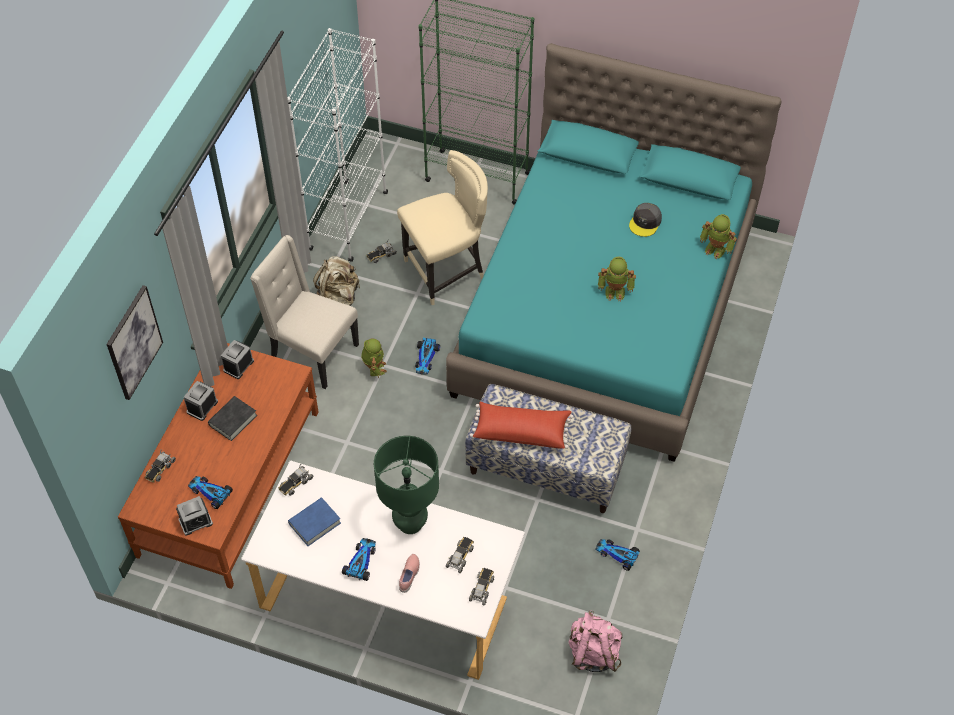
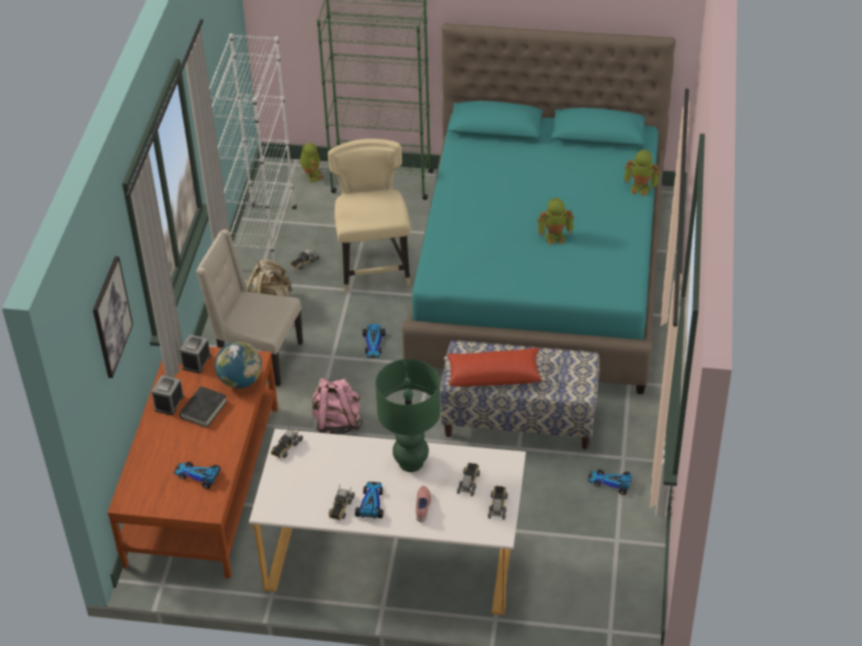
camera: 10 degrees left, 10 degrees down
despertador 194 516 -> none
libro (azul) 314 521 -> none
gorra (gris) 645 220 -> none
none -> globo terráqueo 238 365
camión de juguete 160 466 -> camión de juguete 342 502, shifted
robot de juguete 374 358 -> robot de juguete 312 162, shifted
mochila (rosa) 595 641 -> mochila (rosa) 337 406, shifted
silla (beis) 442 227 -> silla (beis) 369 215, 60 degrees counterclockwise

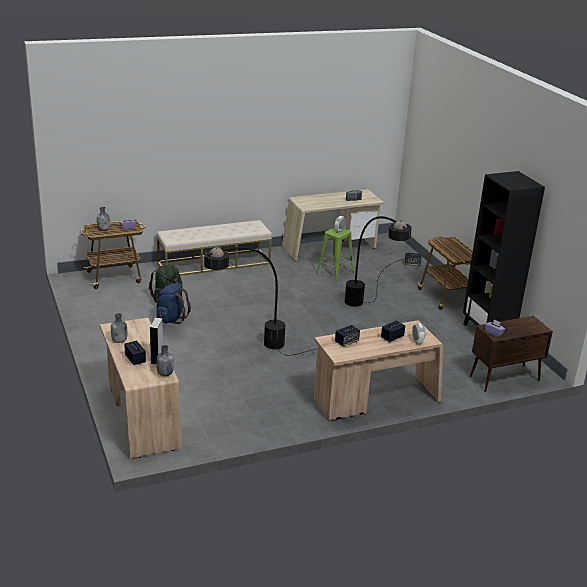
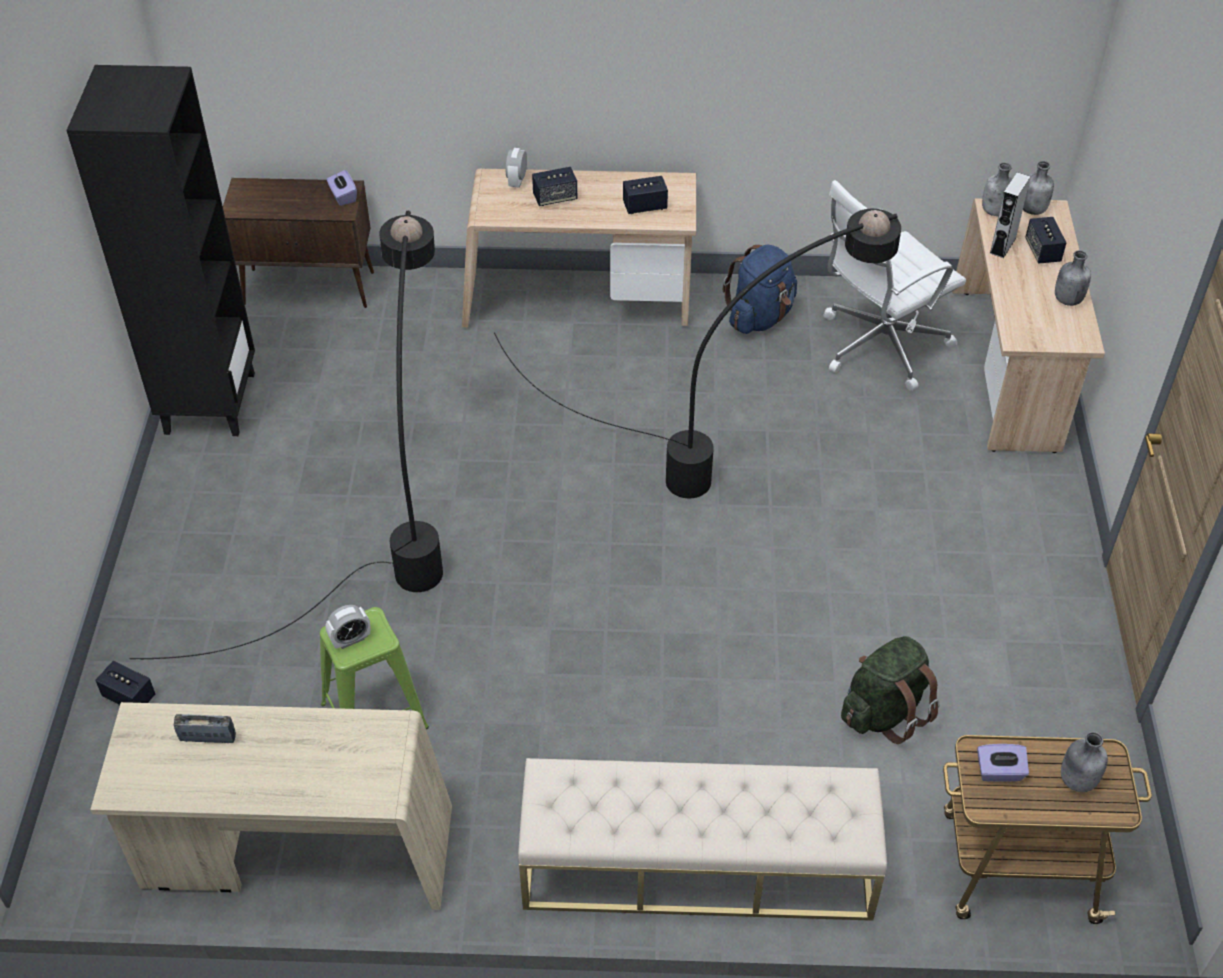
camera: 155 degrees left, 20 degrees up
carrito 445 273 -> none
none -> silla de oficina (blanco) 895 285
none -> botella (gris) 1038 188
mochila (azul) 173 303 -> mochila (azul) 760 289, shifted

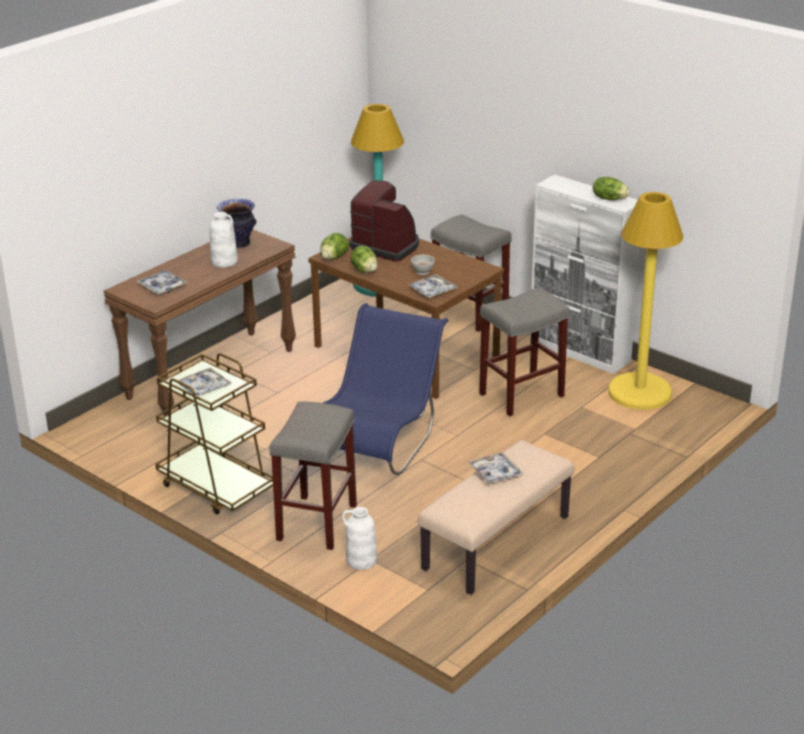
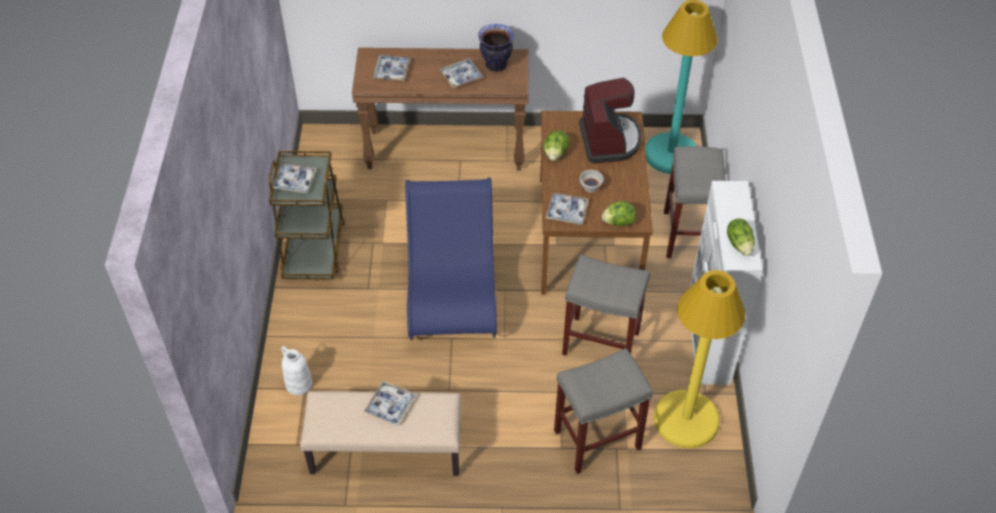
camera: 50 degrees right, 20 degrees up
taburete (gris) 313 475 -> taburete (gris) 603 411, shifted
lechuga 334 246 -> lechuga 619 213, shifted
florero (blanco) 224 240 -> bandeja 461 73
silla (azul) 386 389 -> silla (azul) 451 259, 75 degrees counterclockwise

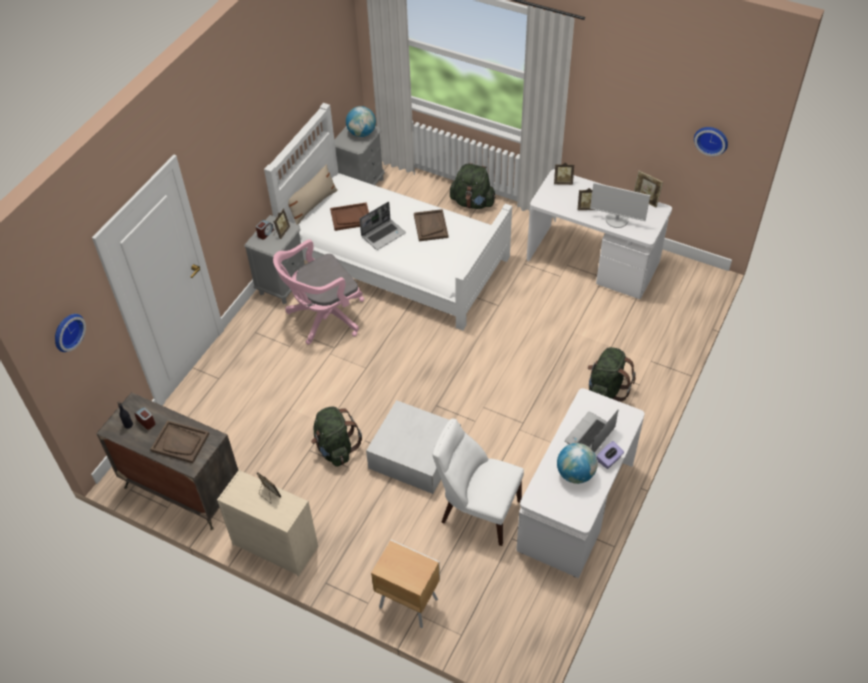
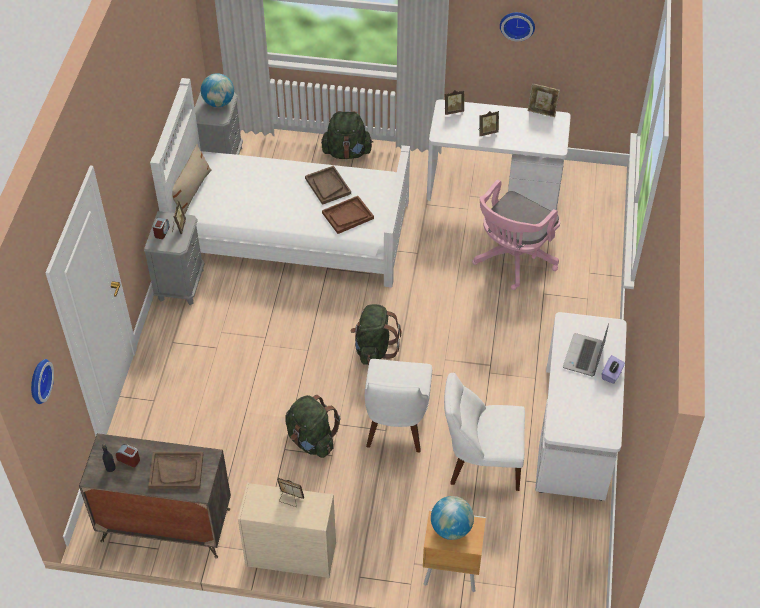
camera: 20 degrees left, 0 degrees up
portátil 383 226 -> none
monitor 620 205 -> none
silla de oficina (rosa) 318 292 -> silla de oficina (rosa) 516 234, shifted
bandeja (marrón) 349 216 -> bandeja (marrón) 348 215, shifted
globo terráqueo 577 463 -> globo terráqueo 452 518, shifted
mochila (verde) 612 374 -> mochila (verde) 375 334, shifted
reloj de pared 711 141 -> reloj de pared 517 26, shifted
caja de almacenaje (blanco) 413 447 -> silla (blanco) 398 405

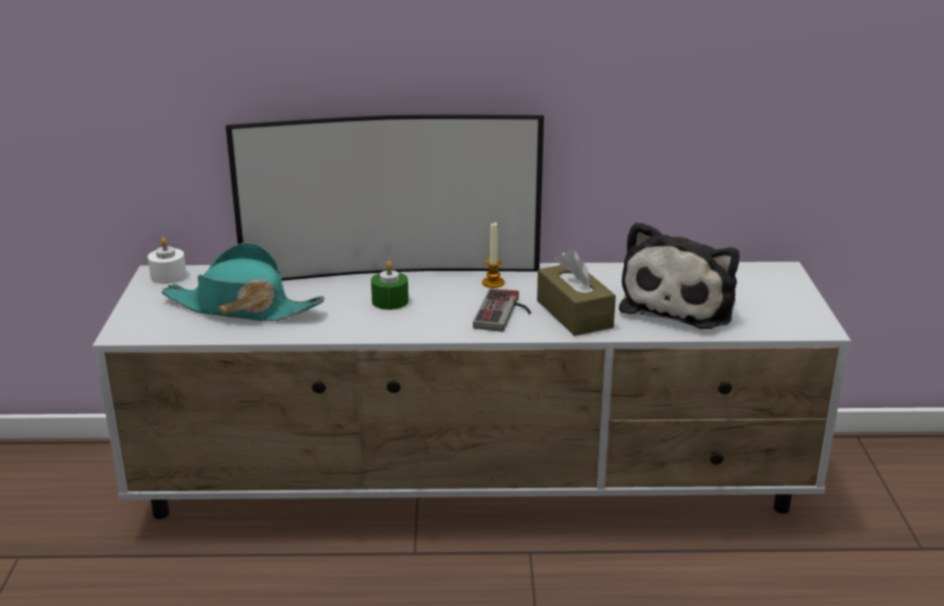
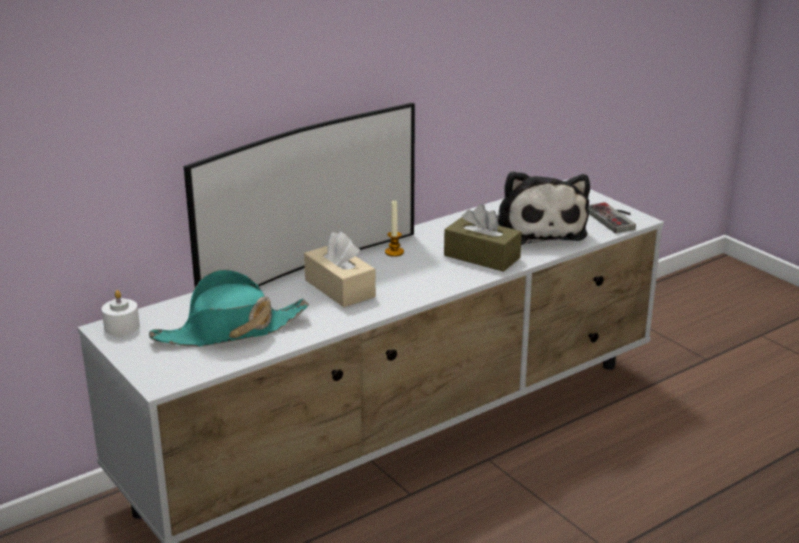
camera: 35 degrees left, 0 degrees up
mando de consola 502 310 -> mando de consola 612 217, shifted
vela (verde) 390 285 -> caja de pañuelos (beis) 340 269

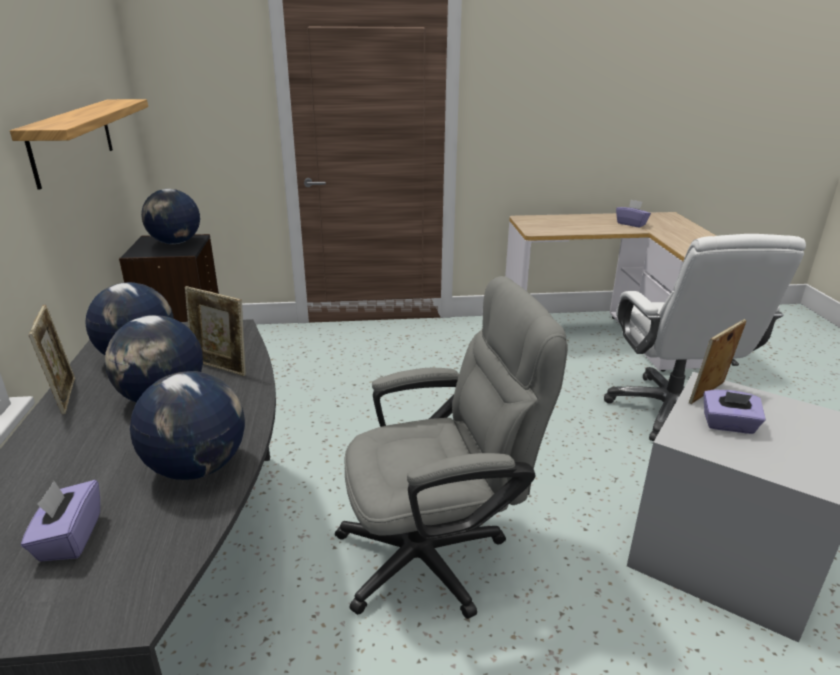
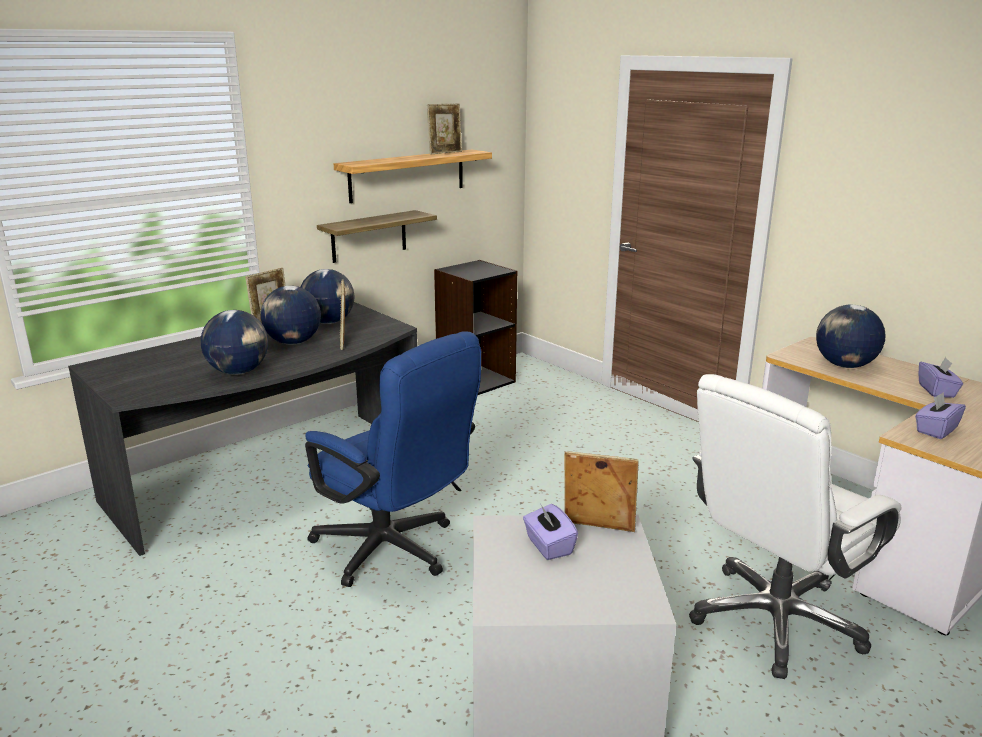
camera: 55 degrees right, 5 degrees down
none -> estante 377 236
none -> portarretratos 444 129
caja de pañuelos (morado) 60 520 -> caja de pañuelos (morado) 940 415, shifted
globo terráqueo 170 216 -> globo terráqueo 851 336, shifted
silla de oficina (gris) 451 447 -> silla de oficina (azul) 393 459

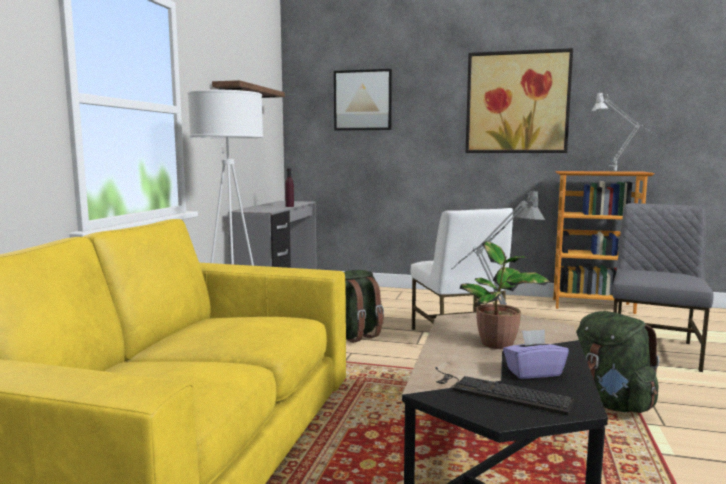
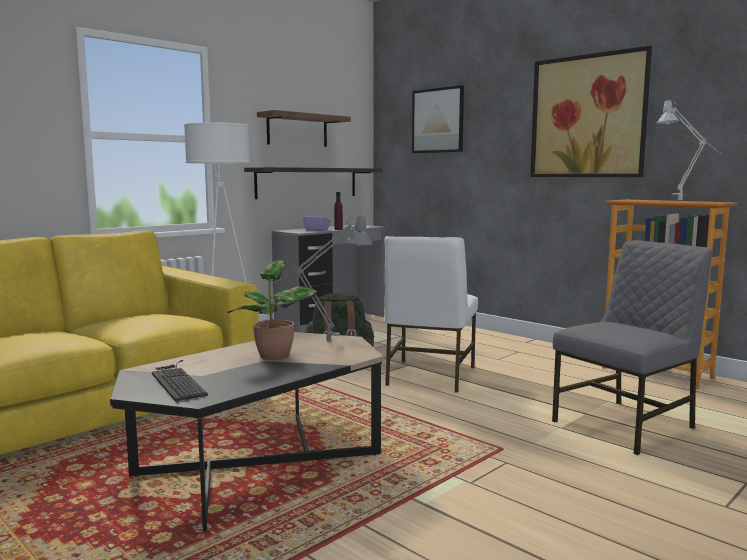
camera: 30 degrees right, 0 degrees up
mochila (verde) 618 362 -> none
none -> estante 313 183
caja de pañuelos (morado) 536 354 -> caja de pañuelos (morado) 316 221, shifted

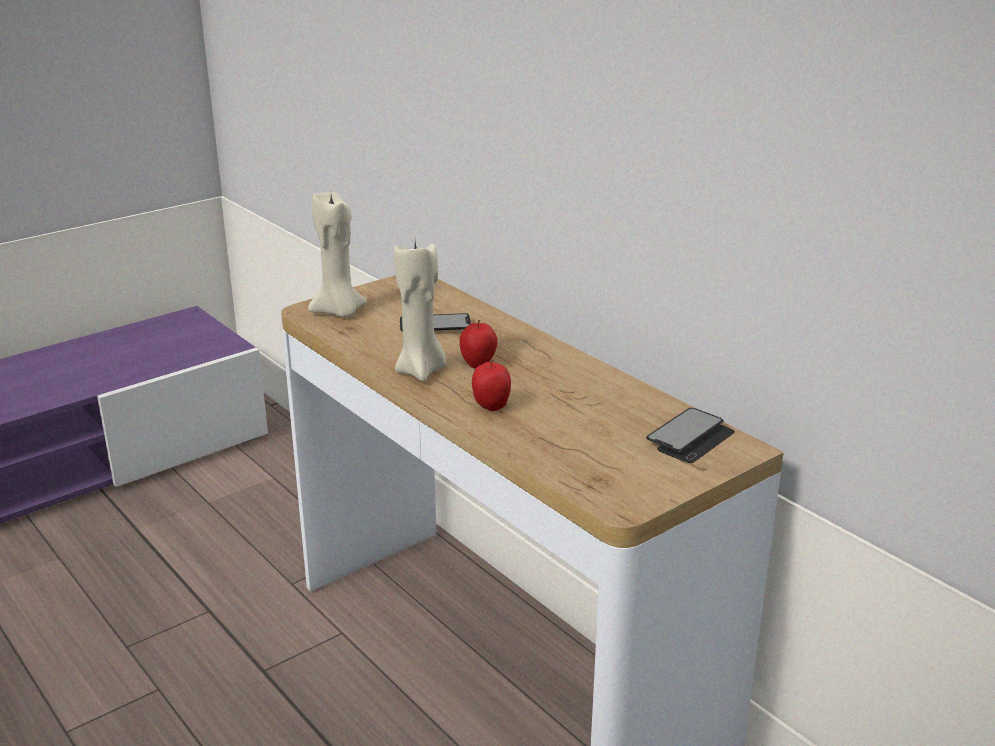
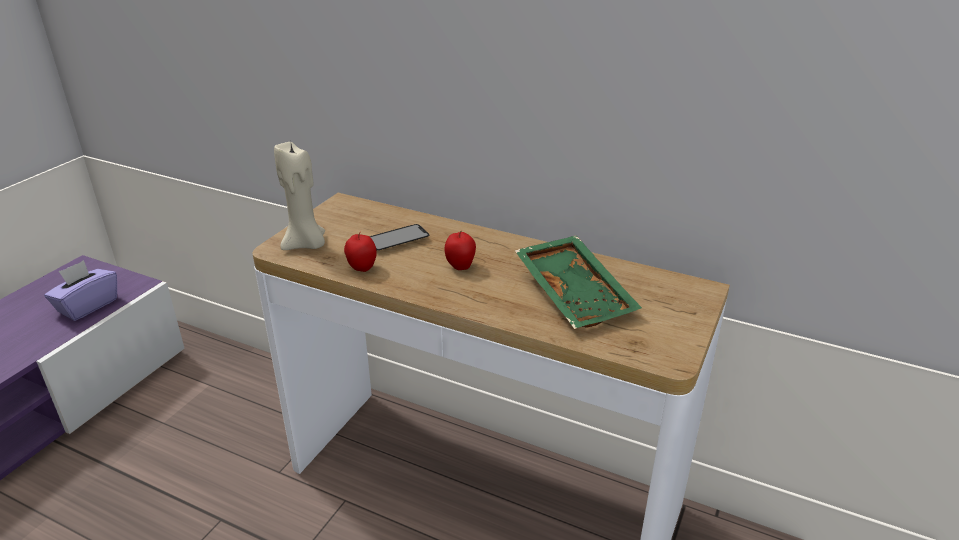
camera: 25 degrees left, 5 degrees up
vela (beis) 420 312 -> none
móvil 690 435 -> none
none -> caja de pañuelos (morado) 80 290
none -> bandeja (verde) 578 282
manzana 491 385 -> manzana 360 252, shifted

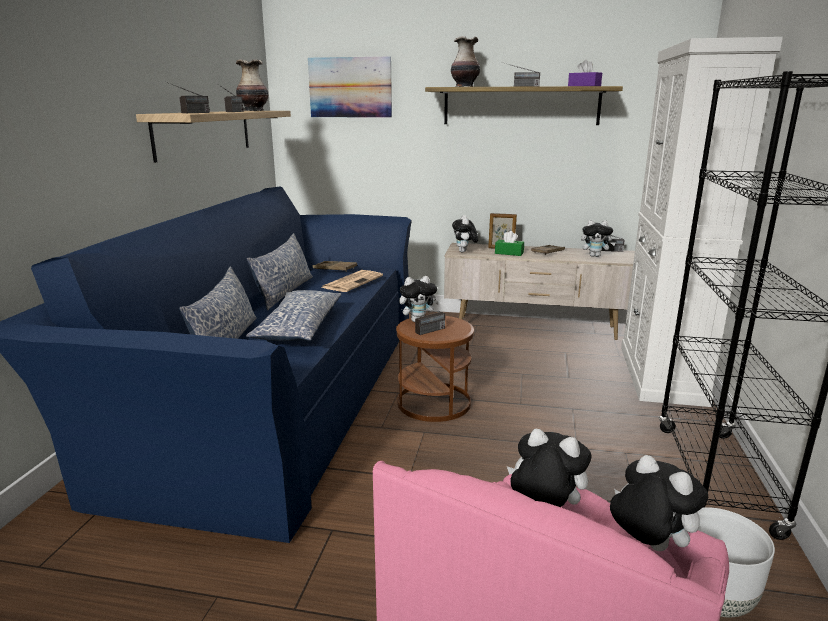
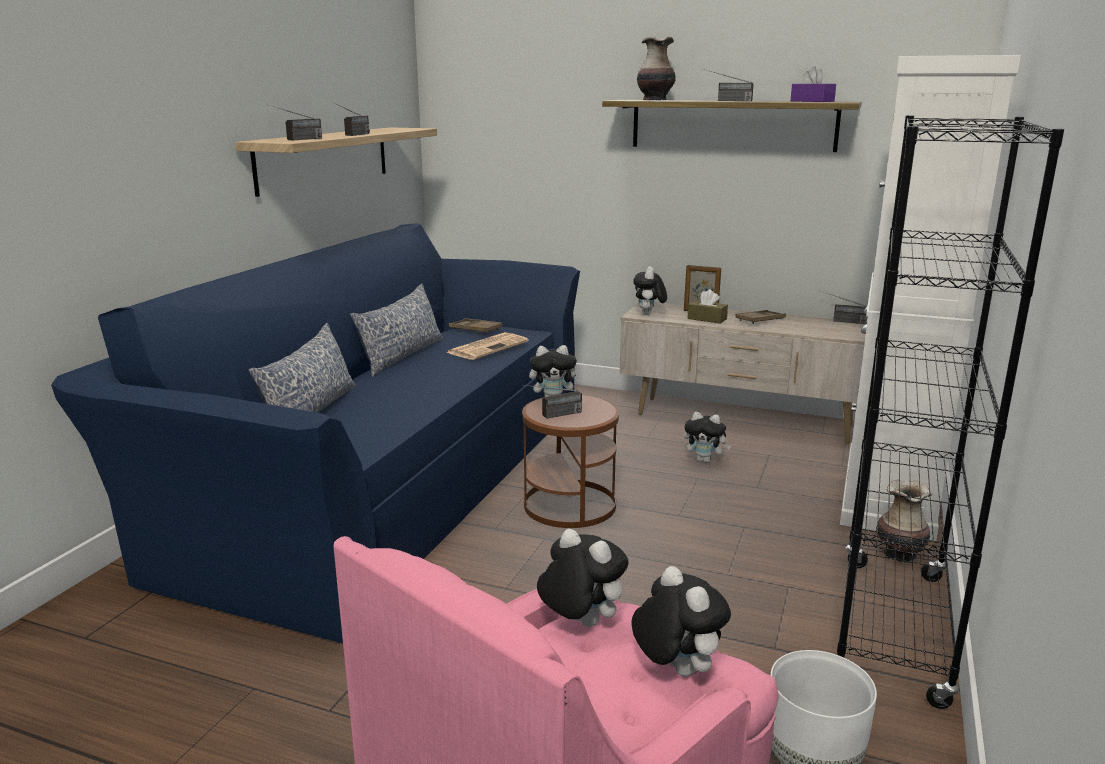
camera: 10 degrees right, 0 degrees up
cojín 294 315 -> none
cuadro 350 87 -> none
florero 252 85 -> florero 904 521, shifted
peluche 598 238 -> peluche 707 437, shifted
caja de pañuelos (verde) 509 243 -> caja de pañuelos (marrón) 708 306

